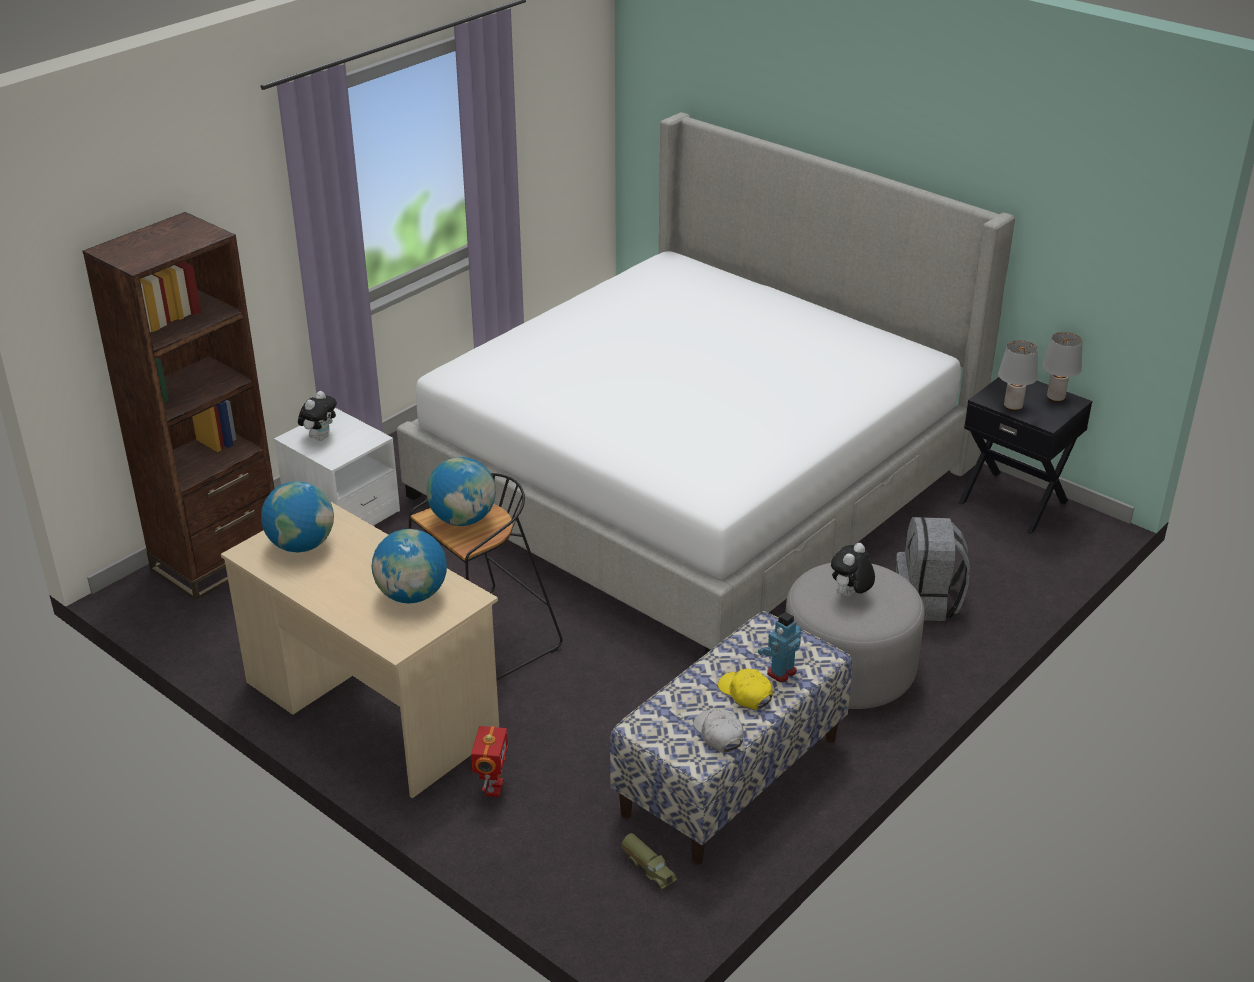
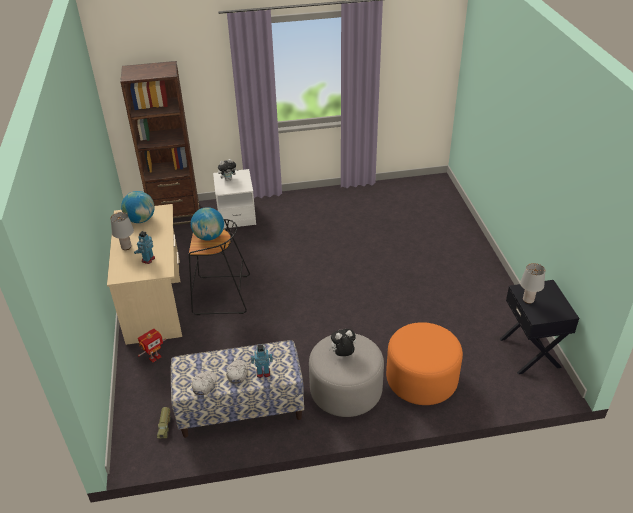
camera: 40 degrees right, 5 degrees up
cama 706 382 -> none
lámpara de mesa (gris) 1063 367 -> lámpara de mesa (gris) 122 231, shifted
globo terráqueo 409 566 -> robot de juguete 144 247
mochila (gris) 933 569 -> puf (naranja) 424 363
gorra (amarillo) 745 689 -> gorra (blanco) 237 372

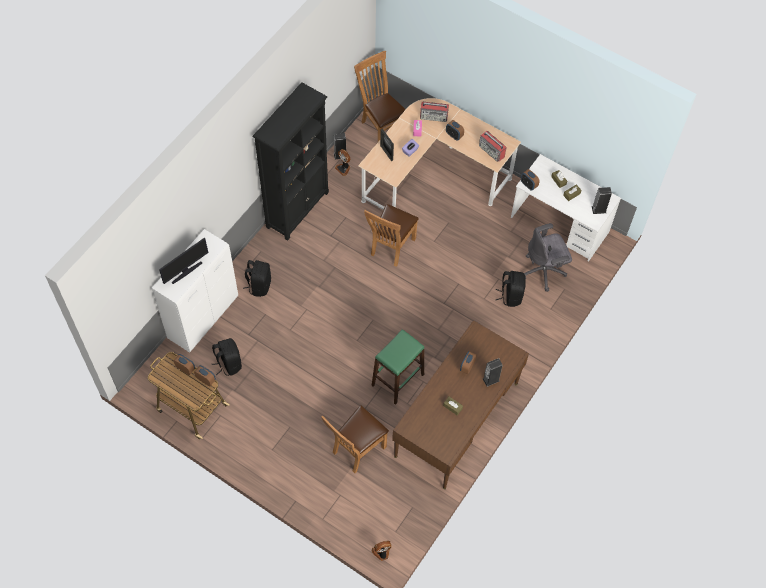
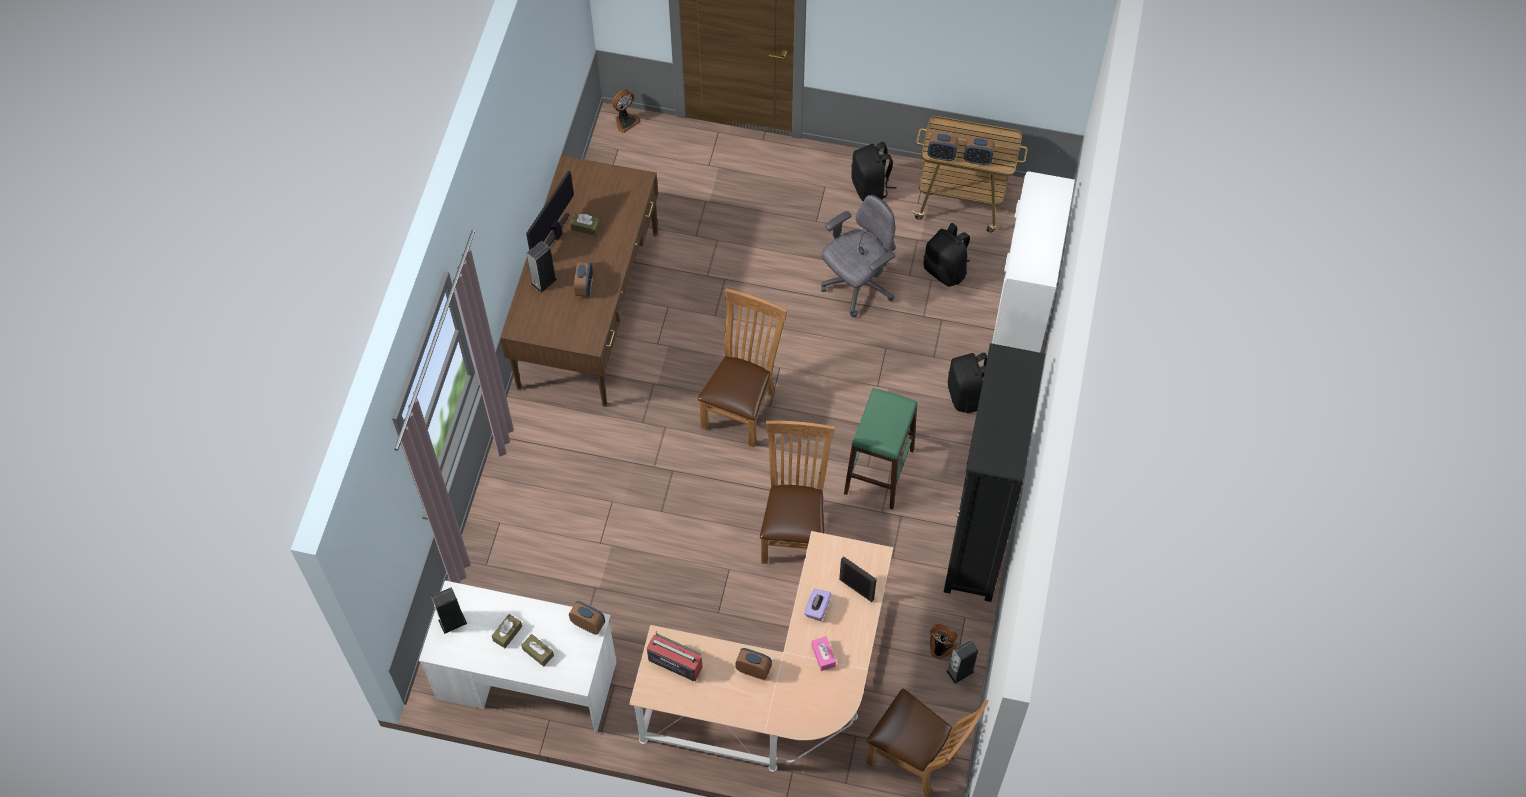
camera: 160 degrees right, 0 degrees up
radio 434 112 -> none
monitor 183 261 -> monitor 550 210, shifted
silla (marrón) 355 439 -> silla (marrón) 742 367, shifted
taburete (verde) 398 367 -> taburete (verde) 880 449, shifted
mochila (negro) 511 289 -> mochila (negro) 873 171, shifted
silla de oficina (gris) 548 257 -> silla de oficina (gris) 858 256, shifted

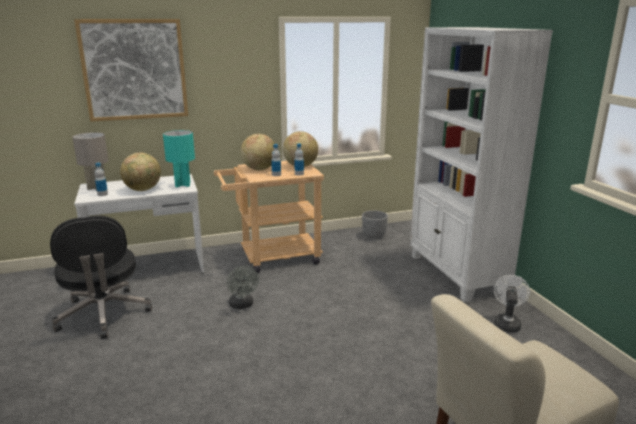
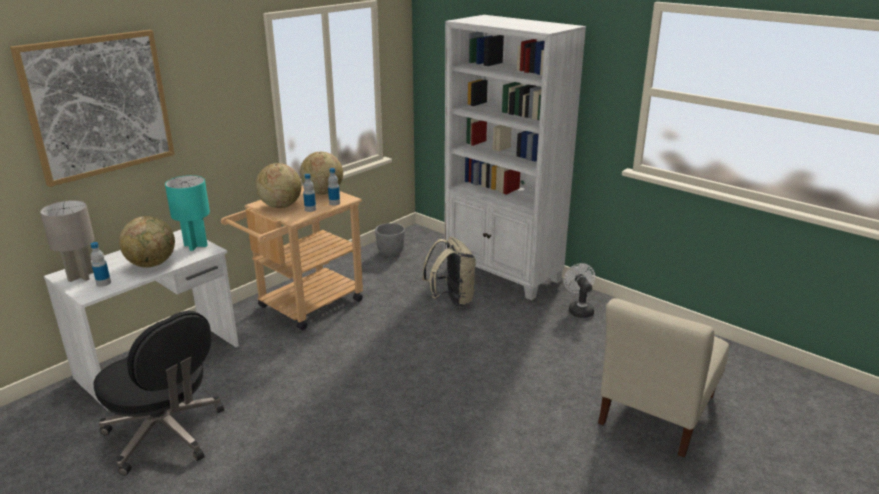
camera: 30 degrees left, 5 degrees up
ventilador (gris) 243 287 -> none
none -> mochila (beis) 449 272

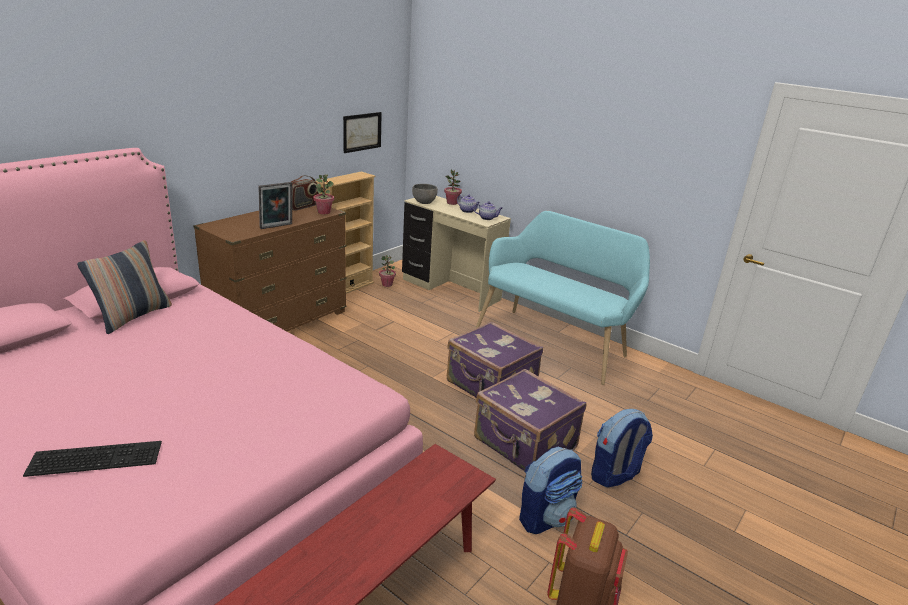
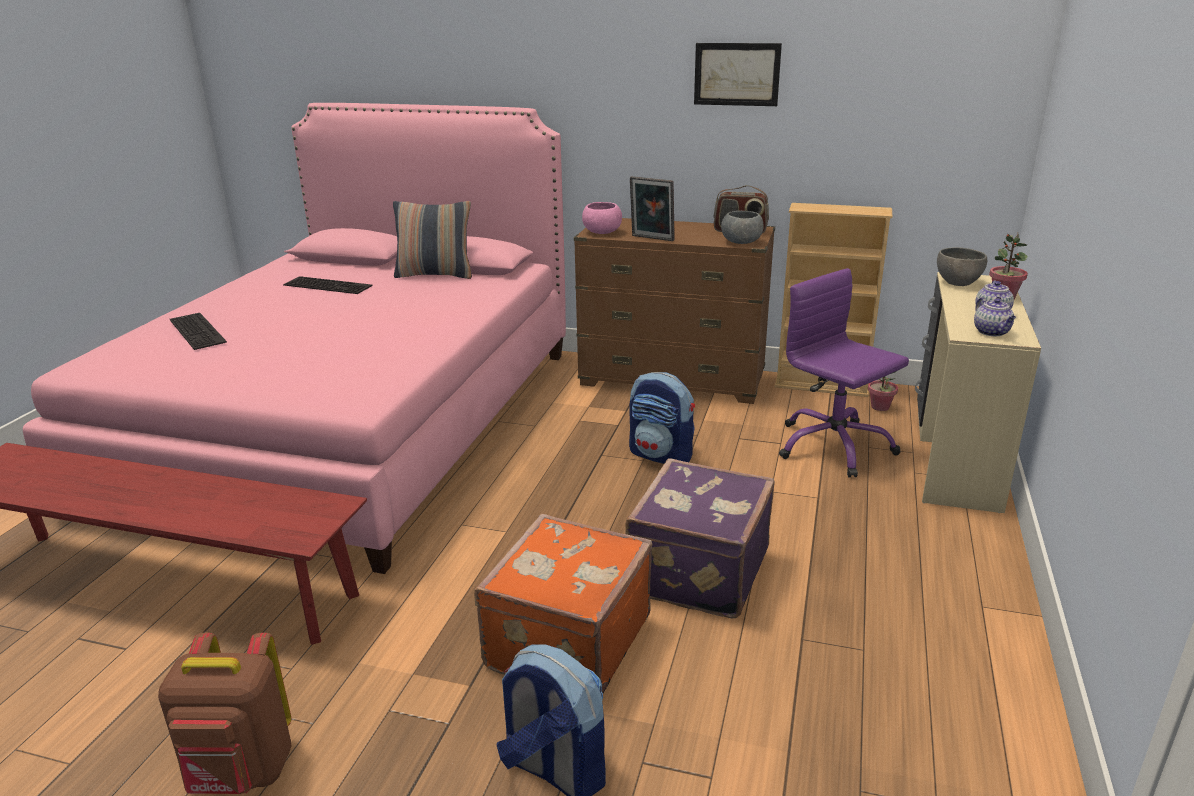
camera: 70 degrees right, 0 degrees up
banco (turquesa) 562 298 -> none
none -> teclado 327 285
none -> cuenco (rosa) 602 218
none -> silla de oficina (morado) 844 372
cuadro 362 132 -> cuadro 738 74, shifted
mochila 551 490 -> mochila 662 418, shifted
planta en maceta 323 194 -> cuenco (gris) 742 227
maleta (morado) 530 419 -> maleta (naranja) 563 603

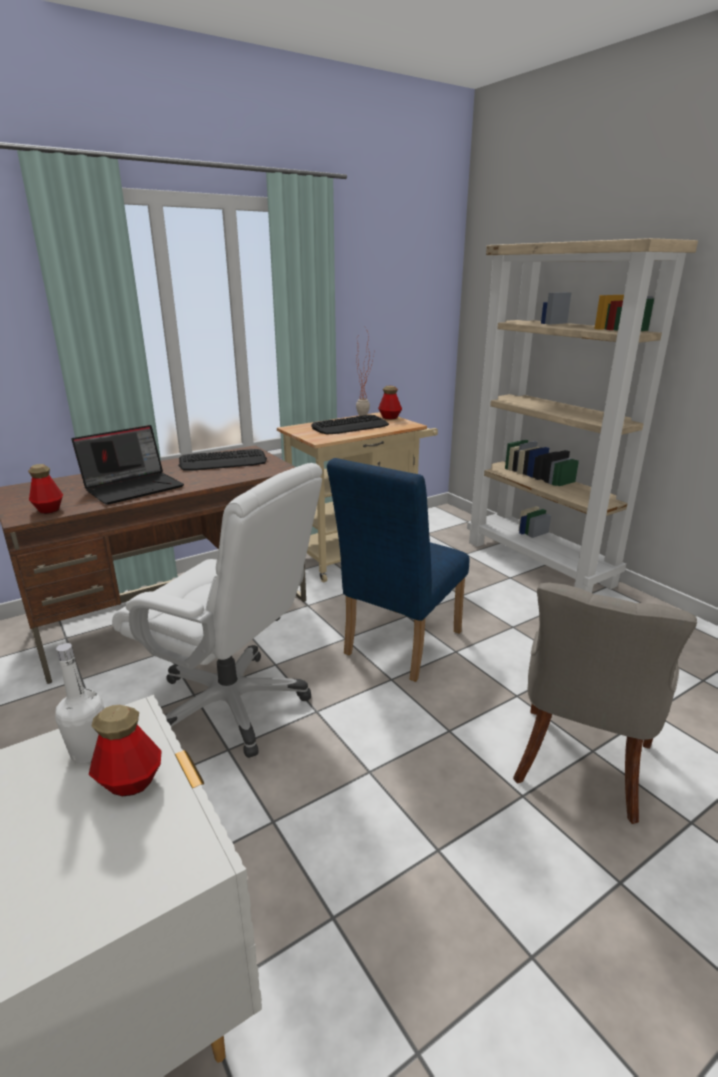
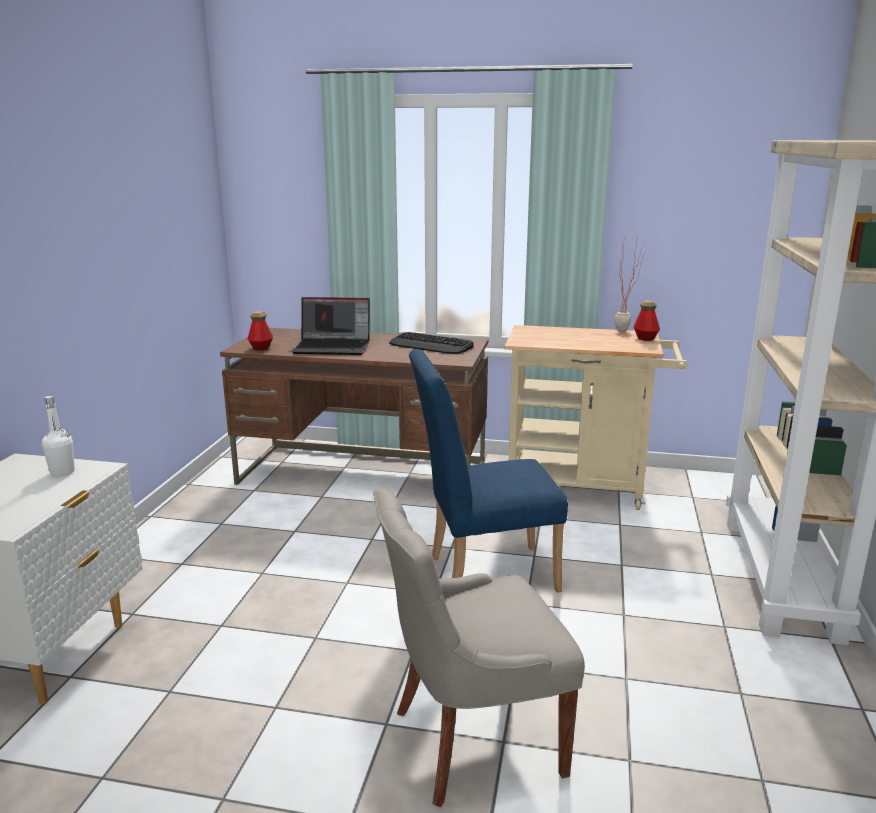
camera: 45 degrees right, 5 degrees down
botella 125 751 -> none
silla de oficina (blanco) 217 610 -> none
teclado 350 425 -> none

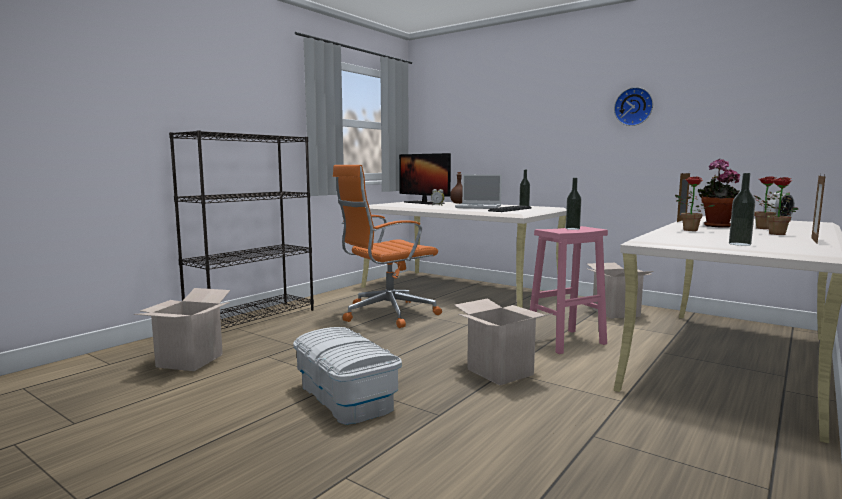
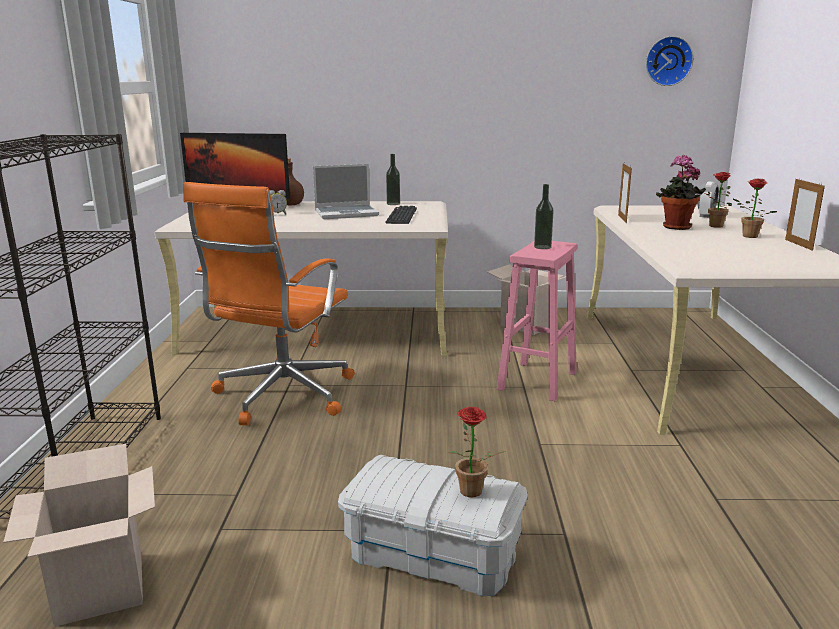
camera: 35 degrees left, 10 degrees up
caja de cartón 503 341 -> none
botella 742 209 -> none
reloj de pared 633 106 -> reloj de pared 670 61, shifted
planta en maceta 695 204 -> planta en maceta 477 452, shifted

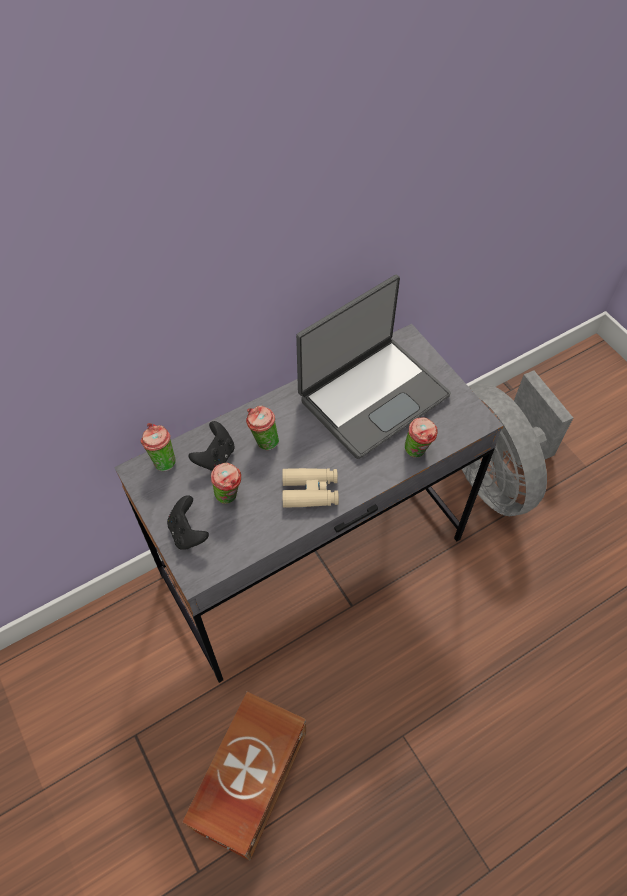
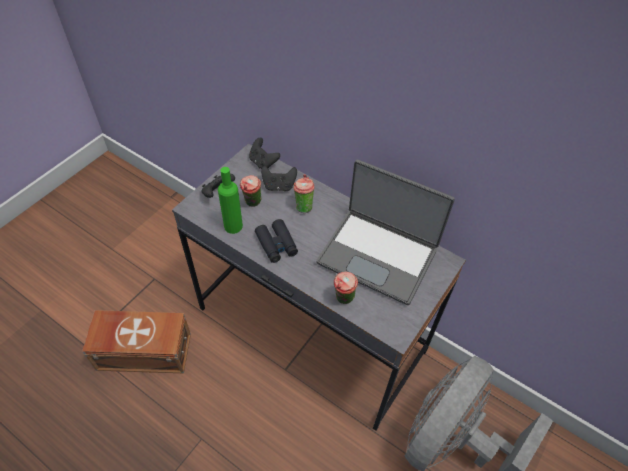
camera: 65 degrees right, 5 degrees down
none -> botella (verde) 230 200
taza 158 447 -> mando de consola (negro) 264 153
prismáticos (beis) 310 488 -> prismáticos (negro) 276 241

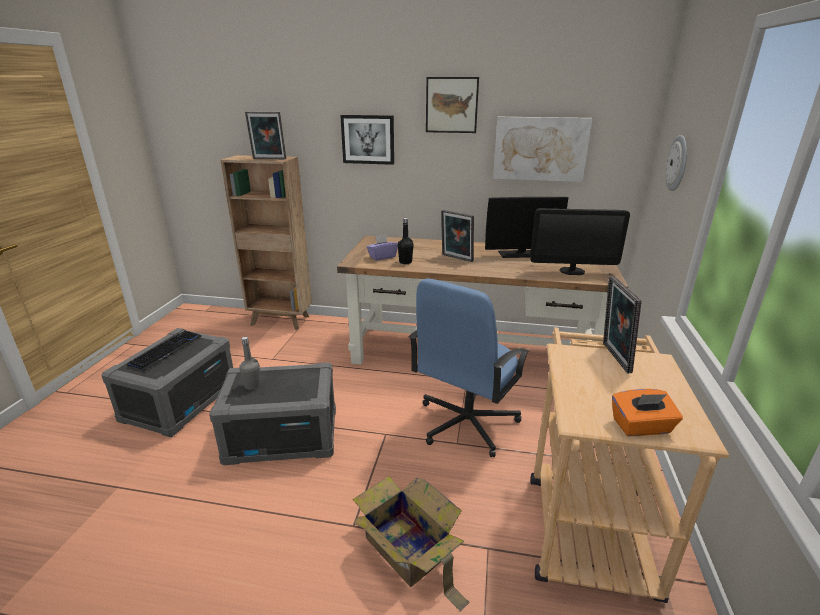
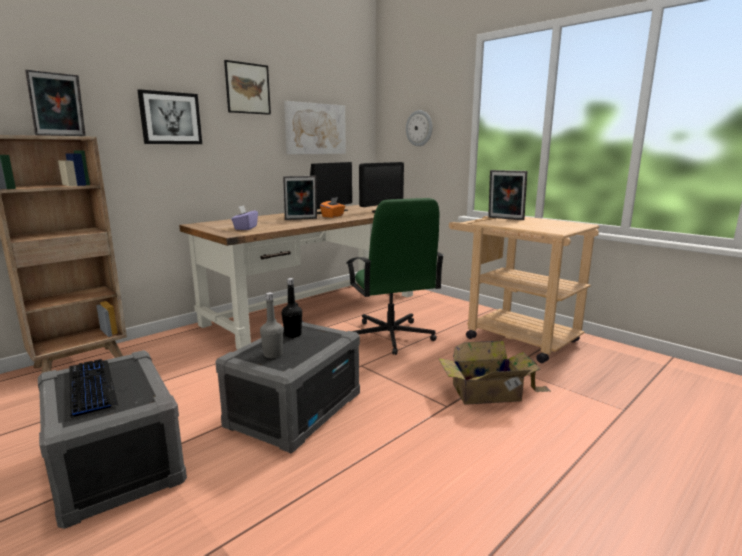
camera: 55 degrees left, 10 degrees down
botella (negro) 406 241 -> botella (negro) 292 308, shifted
caja de pañuelos (naranja) 647 412 -> caja de pañuelos (naranja) 332 207, shifted
silla de oficina (azul) 469 367 -> silla de oficina (verde) 395 276

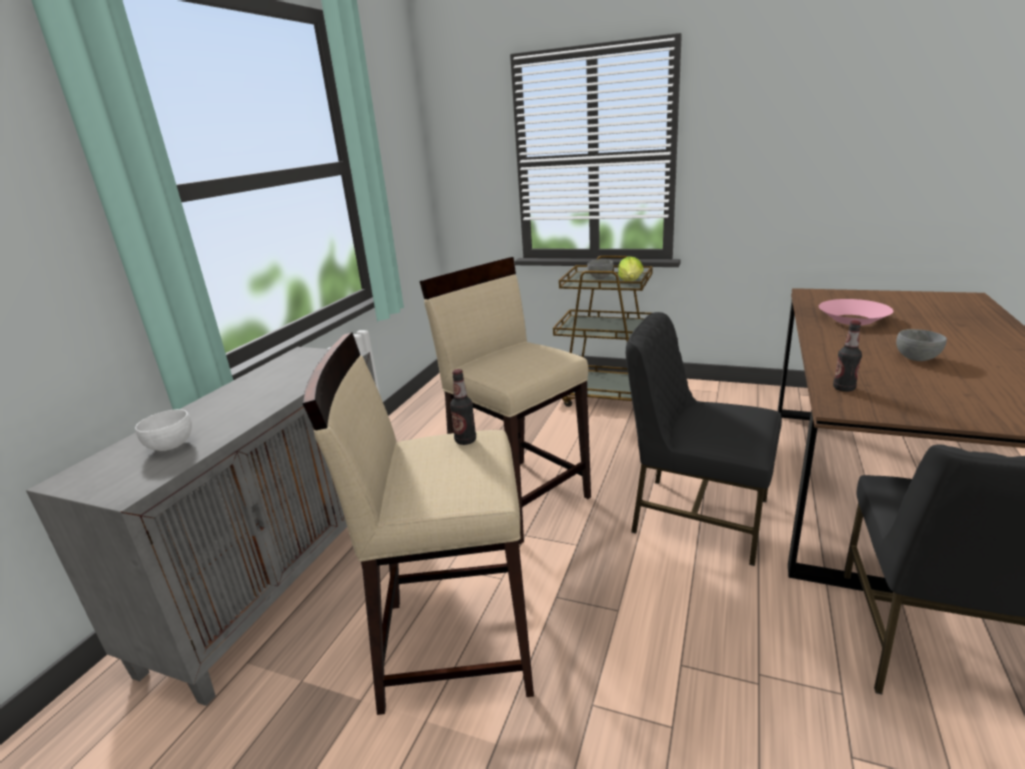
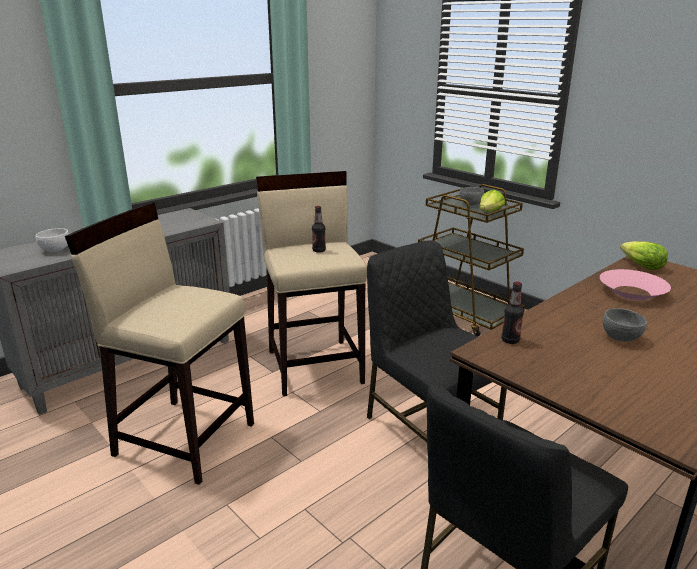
camera: 25 degrees right, 0 degrees up
none -> lechuga 644 255
botella 463 407 -> botella 319 229, shifted

